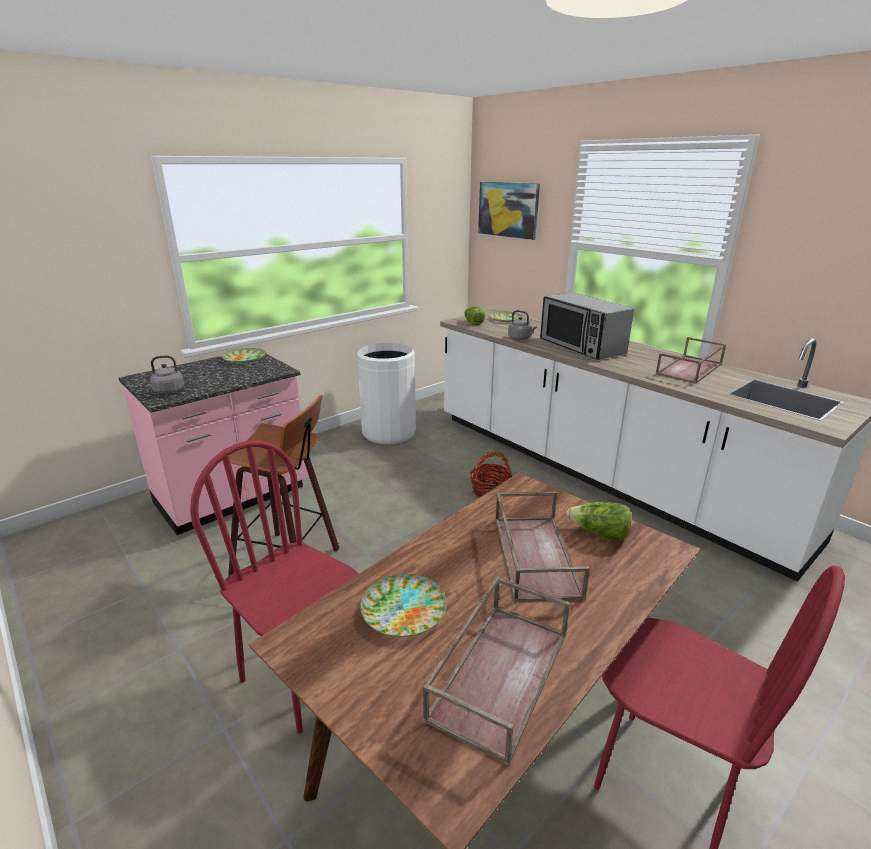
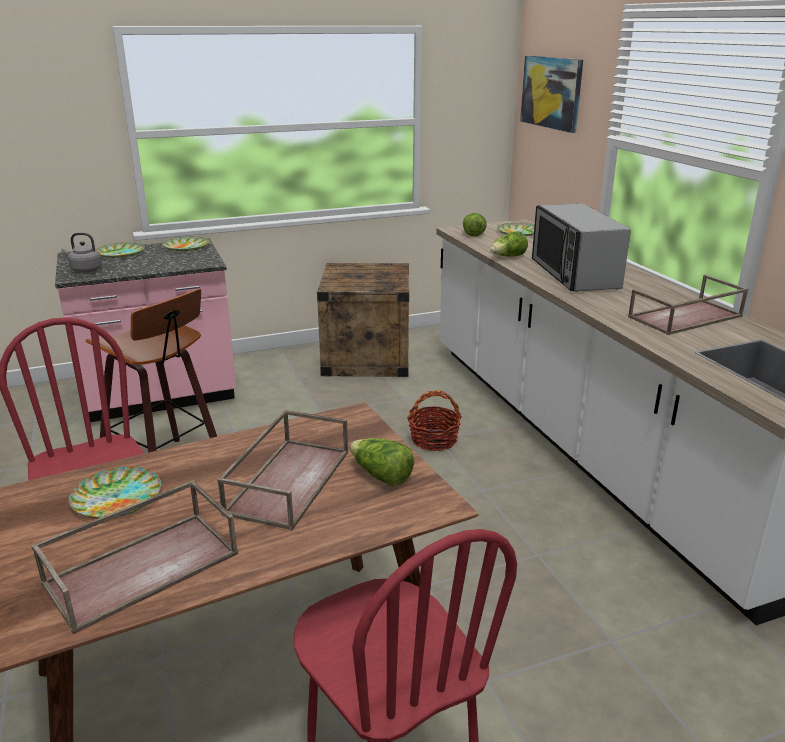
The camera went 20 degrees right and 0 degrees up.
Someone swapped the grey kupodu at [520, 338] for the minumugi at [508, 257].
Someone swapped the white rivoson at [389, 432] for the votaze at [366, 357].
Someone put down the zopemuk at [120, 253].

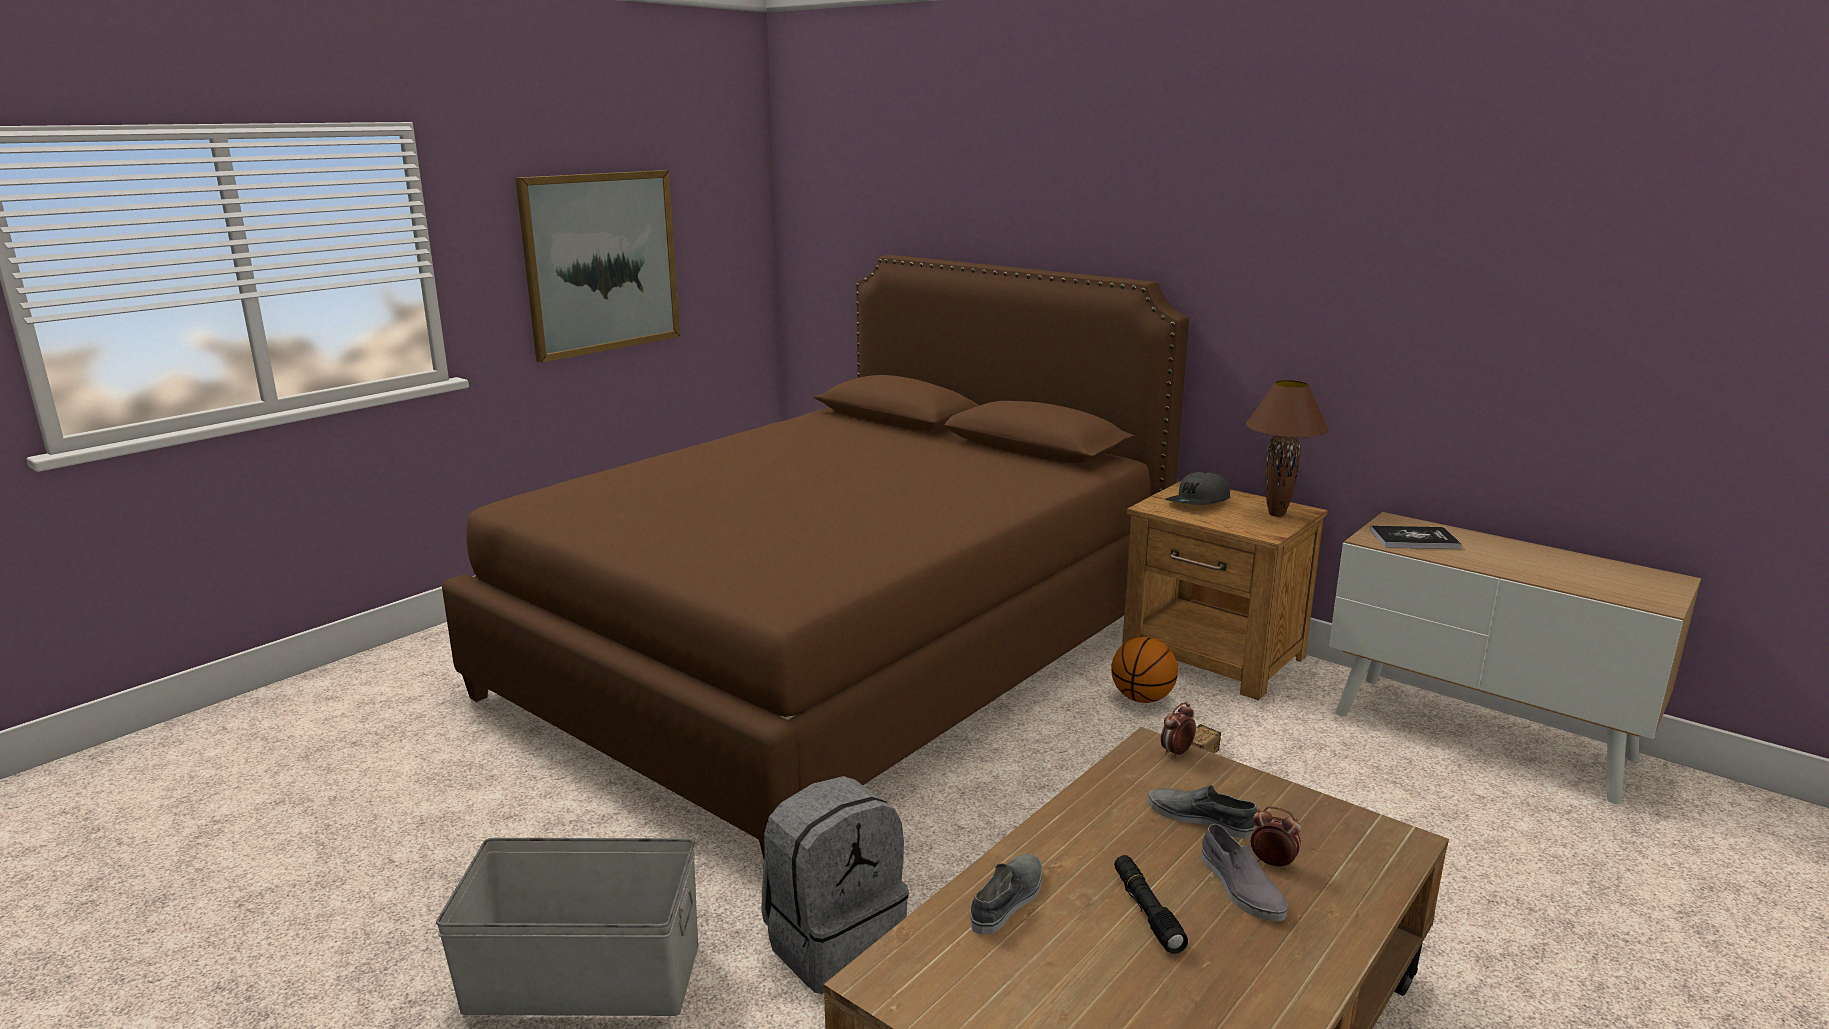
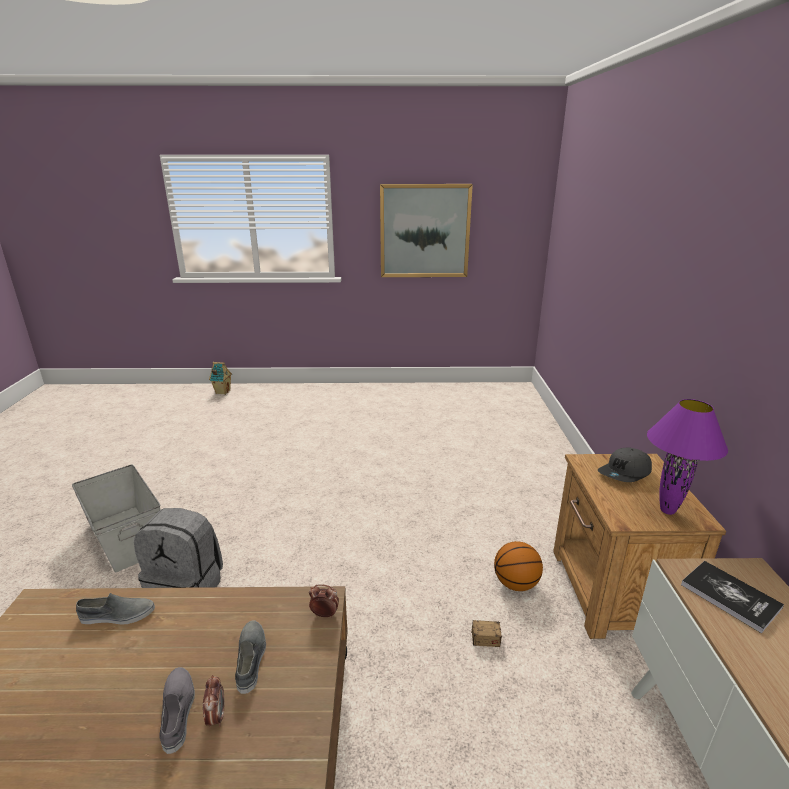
The camera went 50 degrees right and 5 degrees up.
Someone took away the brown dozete at [838, 653].
Someone repainted the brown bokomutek at [1277, 514], which became the purple bokomutek at [668, 511].
Someone rotated the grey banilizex at [1198, 502] by 45 degrees counterclockwise.
Someone rotated the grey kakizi at [1240, 887] by 135 degrees clockwise.
Someone took away the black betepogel at [1147, 911].
Someone put down the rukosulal at [222, 392].

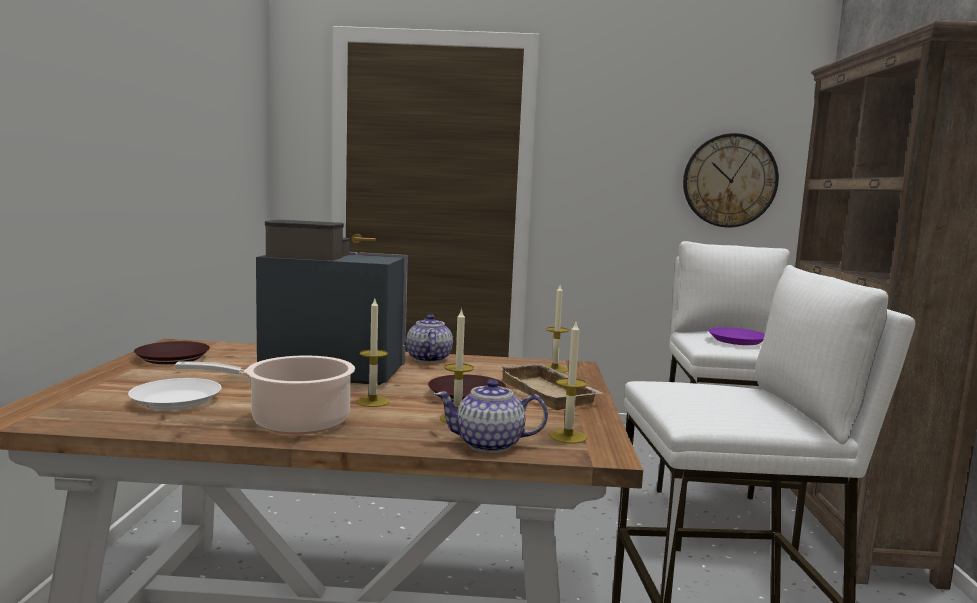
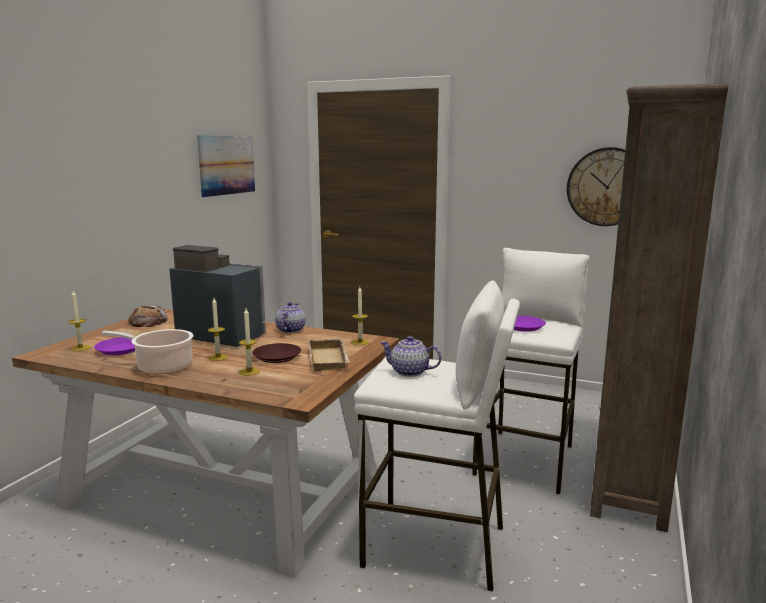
The camera went 20 degrees right and 5 degrees up.
Someone carried the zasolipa from [568, 436] to [80, 348].
Someone swapped the brown zopemuk at [173, 358] for the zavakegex at [148, 322].
Someone repainted the white zopemuk at [176, 401], which became the purple zopemuk at [120, 350].
Someone carried the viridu from [490, 444] to [410, 372].
Someone put up the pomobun at [227, 165].

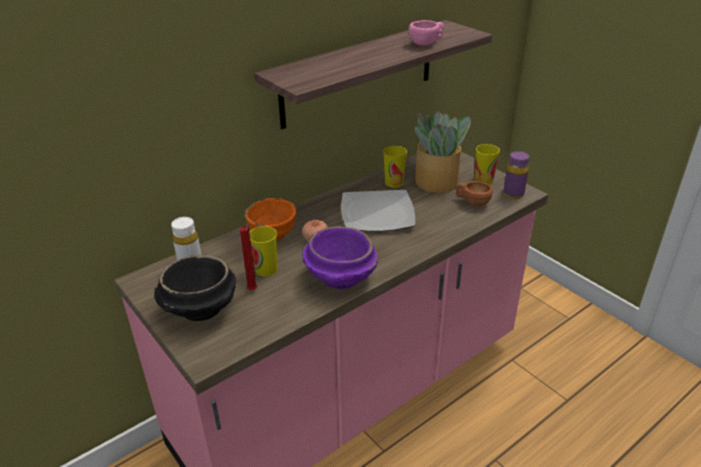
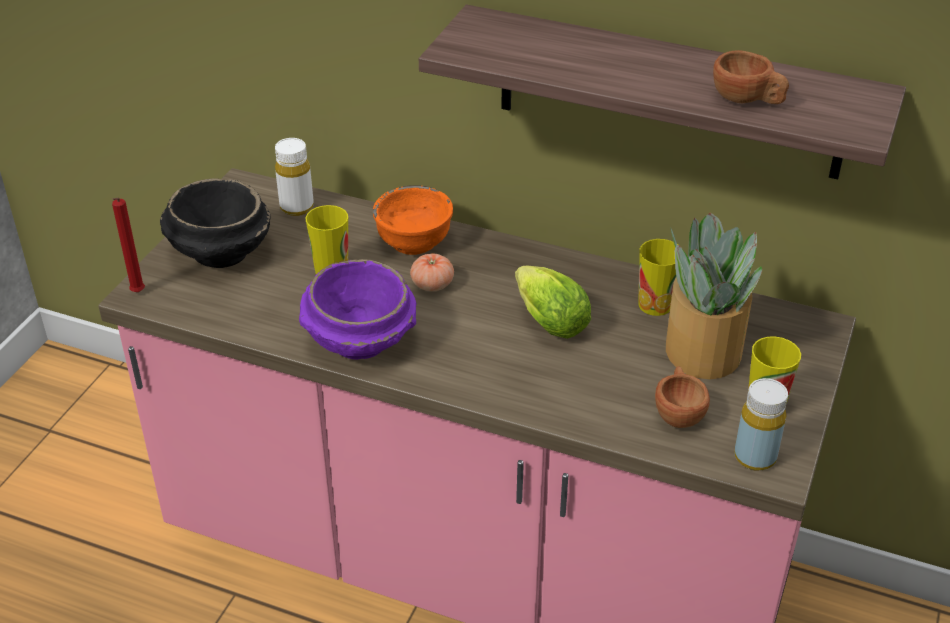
The camera went 60 degrees right and 5 degrees up.
Someone repainted the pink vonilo at [427, 43], which became the brown vonilo at [747, 100].
Someone repainted the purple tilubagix at [513, 194], which became the yellow tilubagix at [755, 457].
Someone swapped the zopemuk at [378, 214] for the minumugi at [547, 320].
Someone carried the red zasolipa from [253, 291] to [137, 293].

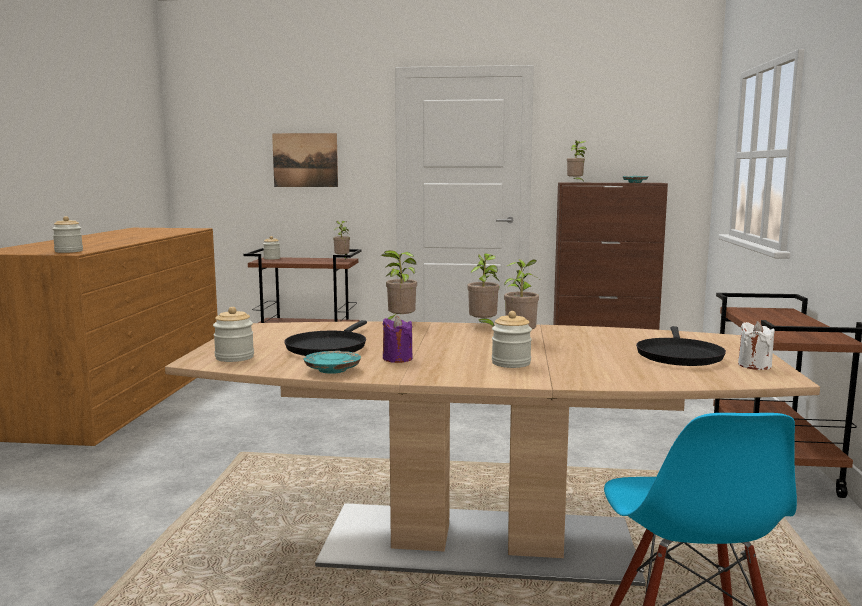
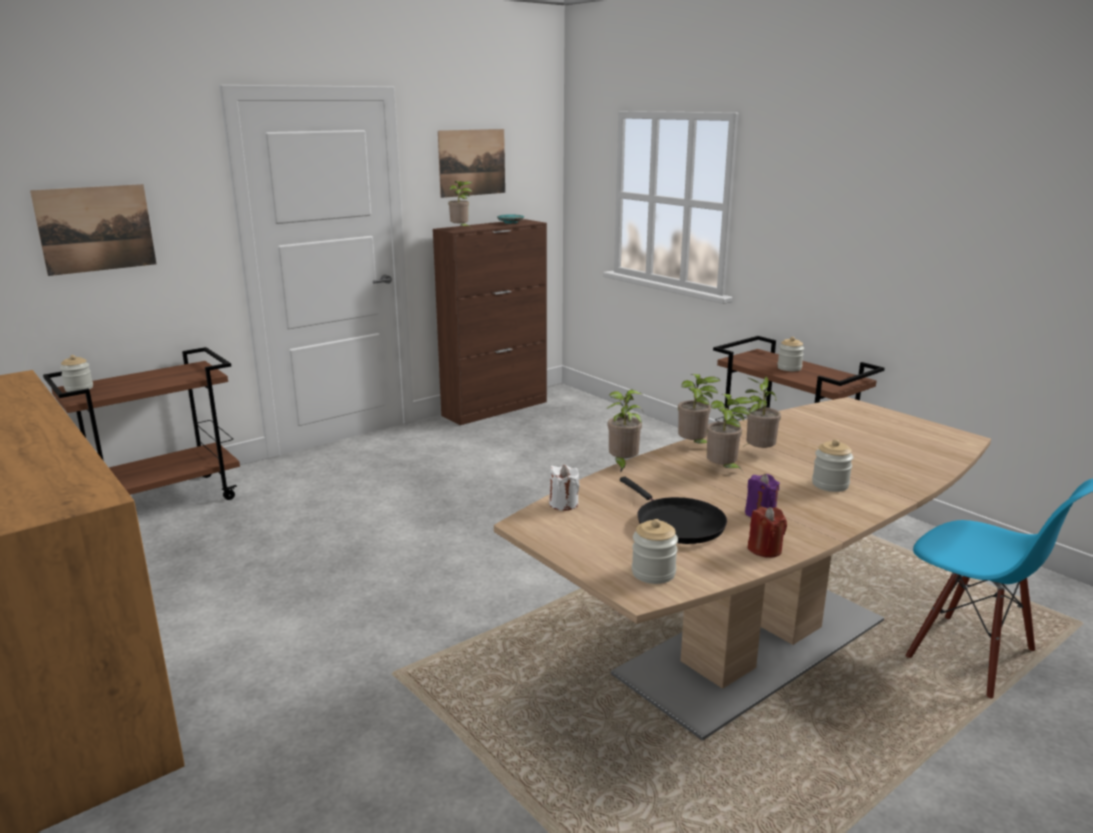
The camera went 45 degrees left and 10 degrees up.
Someone carried the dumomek from [68, 251] to [789, 368].
Someone carried the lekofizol from [342, 259] to [723, 471].
Someone carried the white zasolipa from [754, 365] to [563, 504].
Someone took away the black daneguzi at [678, 355].
Someone swapped the turquoise zopemuk at [332, 370] for the red zasolipa at [765, 549].
Someone put up the pomobun at [472, 162].

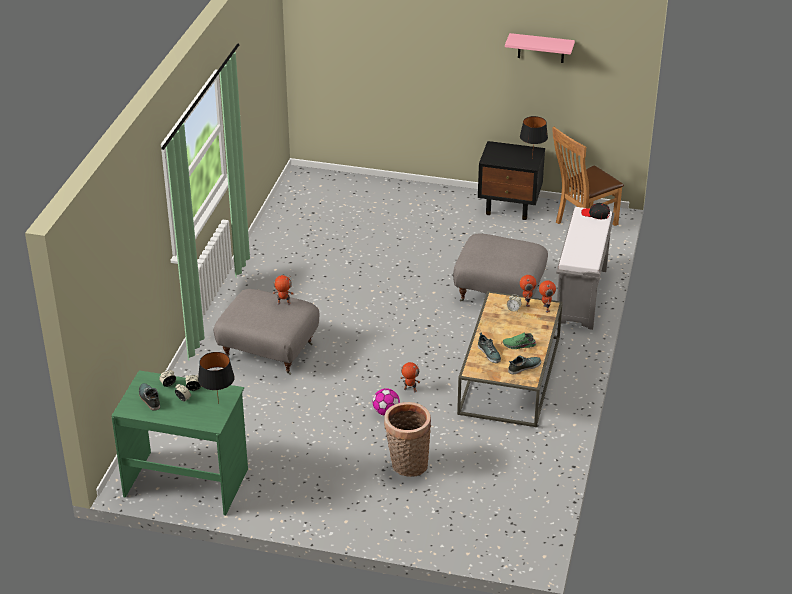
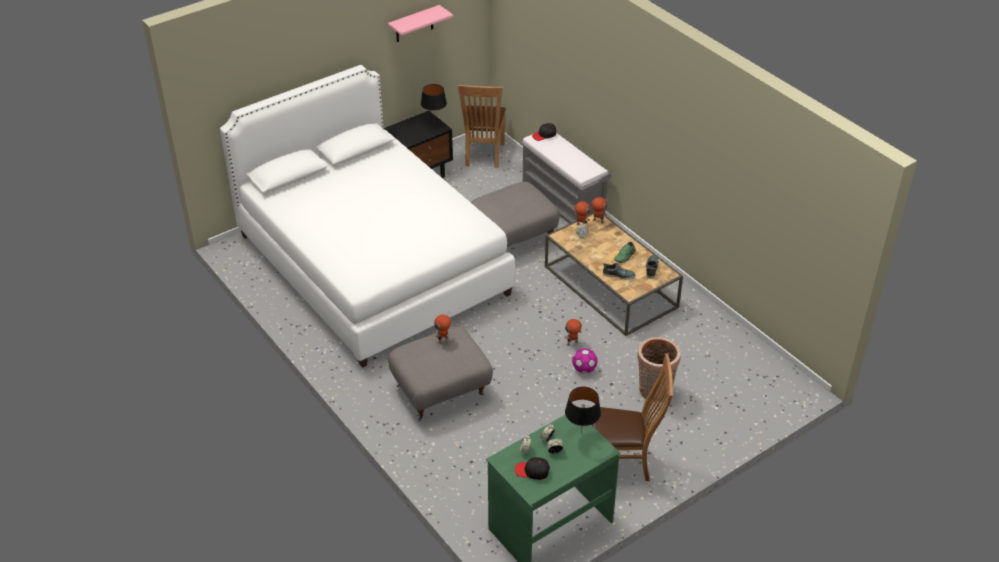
The camera went 50 degrees left and 5 degrees up.
Someone swapped the kakizi at [149, 399] for the black banilizex at [532, 471].
Someone put down the white dozete at [372, 264].
Someone put down the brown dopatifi at [624, 464].

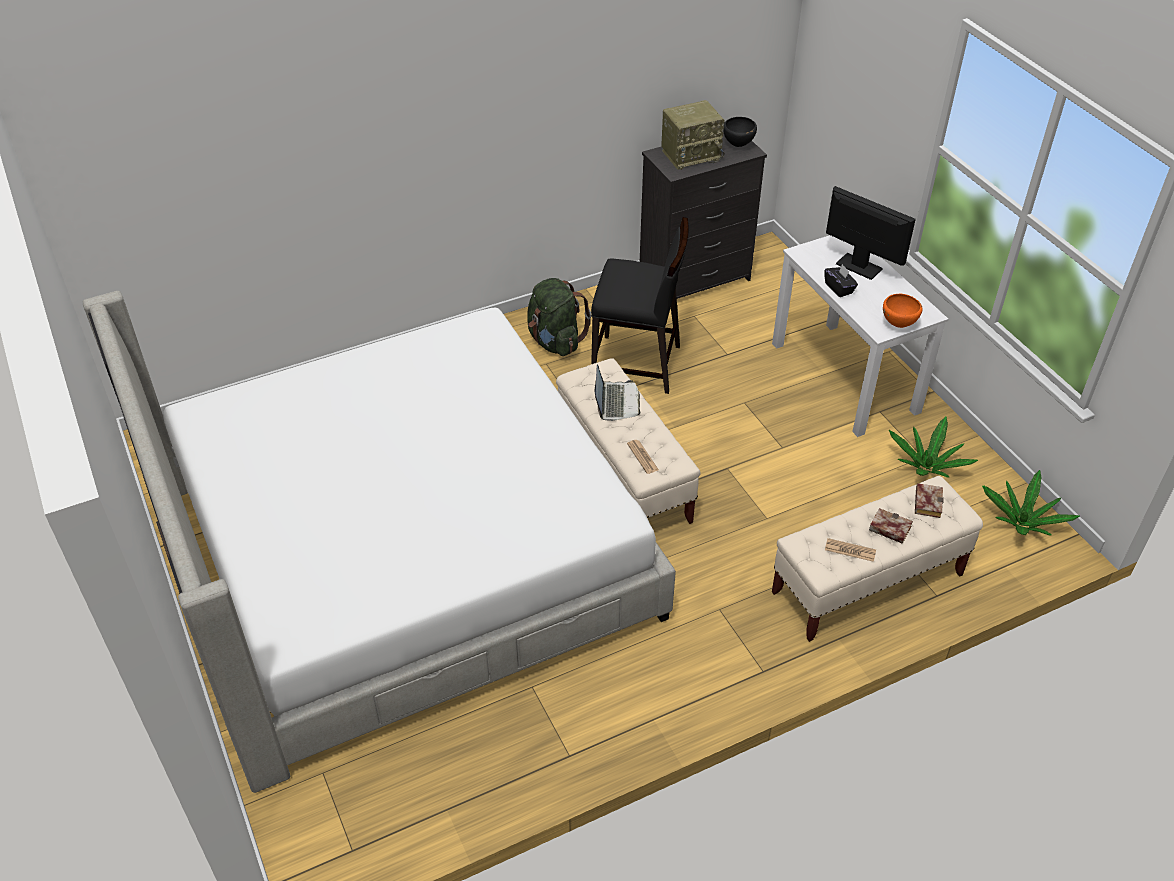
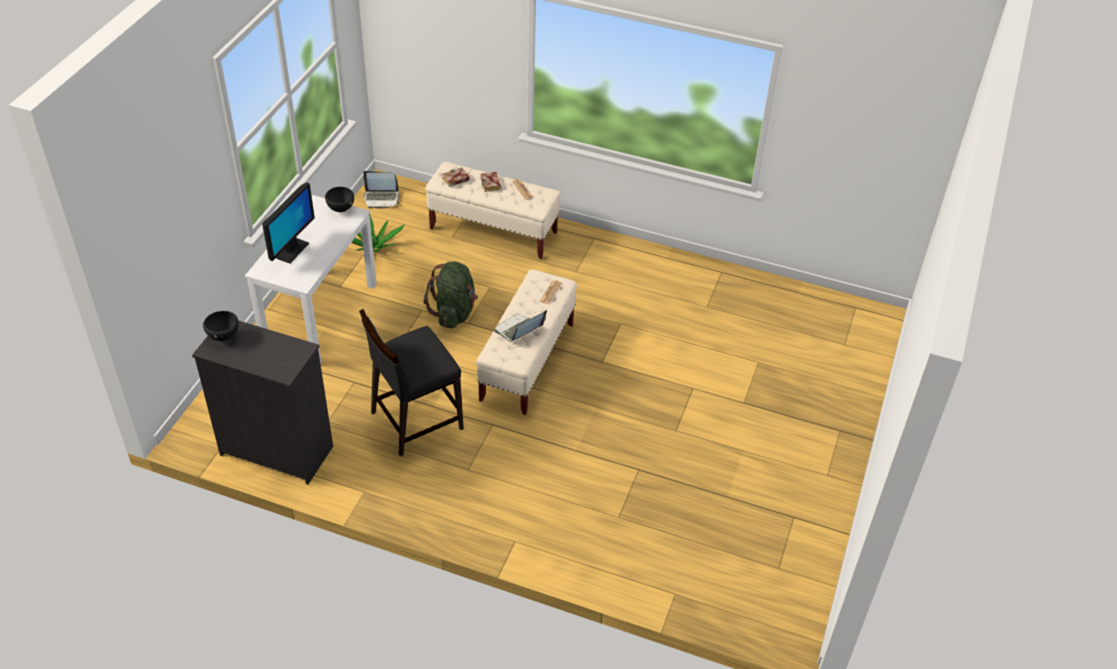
The camera went 135 degrees left and 0 degrees up.
Someone took away the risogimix at [691, 154].
Someone rotated the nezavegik at [859, 267] by 150 degrees counterclockwise.
Someone rotated the black dopatifi at [637, 364] by 90 degrees counterclockwise.
Someone took away the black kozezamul at [839, 288].
Someone carried the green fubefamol from [555, 341] to [454, 313].
Someone took away the dozete at [401, 557].
Someone repainted the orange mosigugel at [899, 324], which became the black mosigugel at [340, 210].
Someone swapped the lekofizol at [1022, 523] for the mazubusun at [381, 198].

